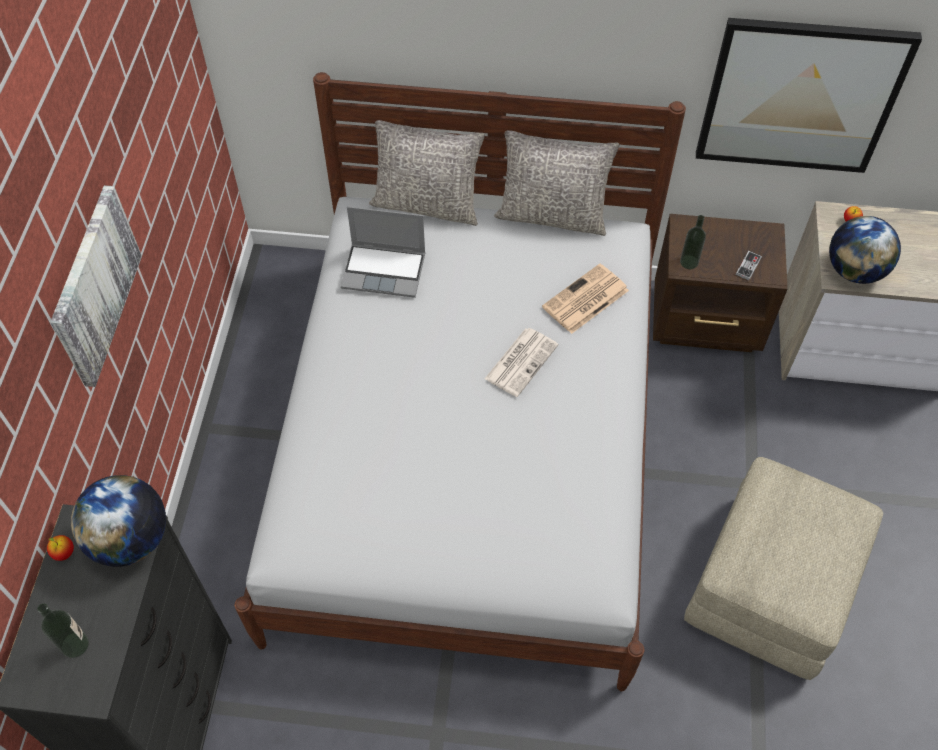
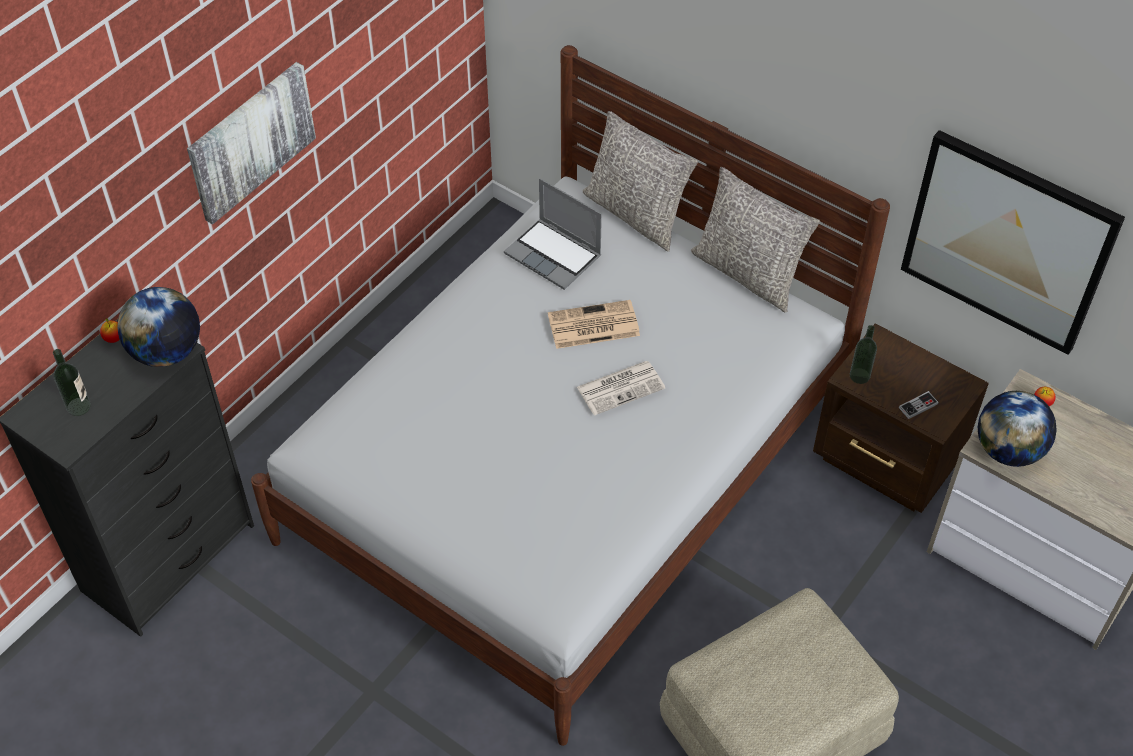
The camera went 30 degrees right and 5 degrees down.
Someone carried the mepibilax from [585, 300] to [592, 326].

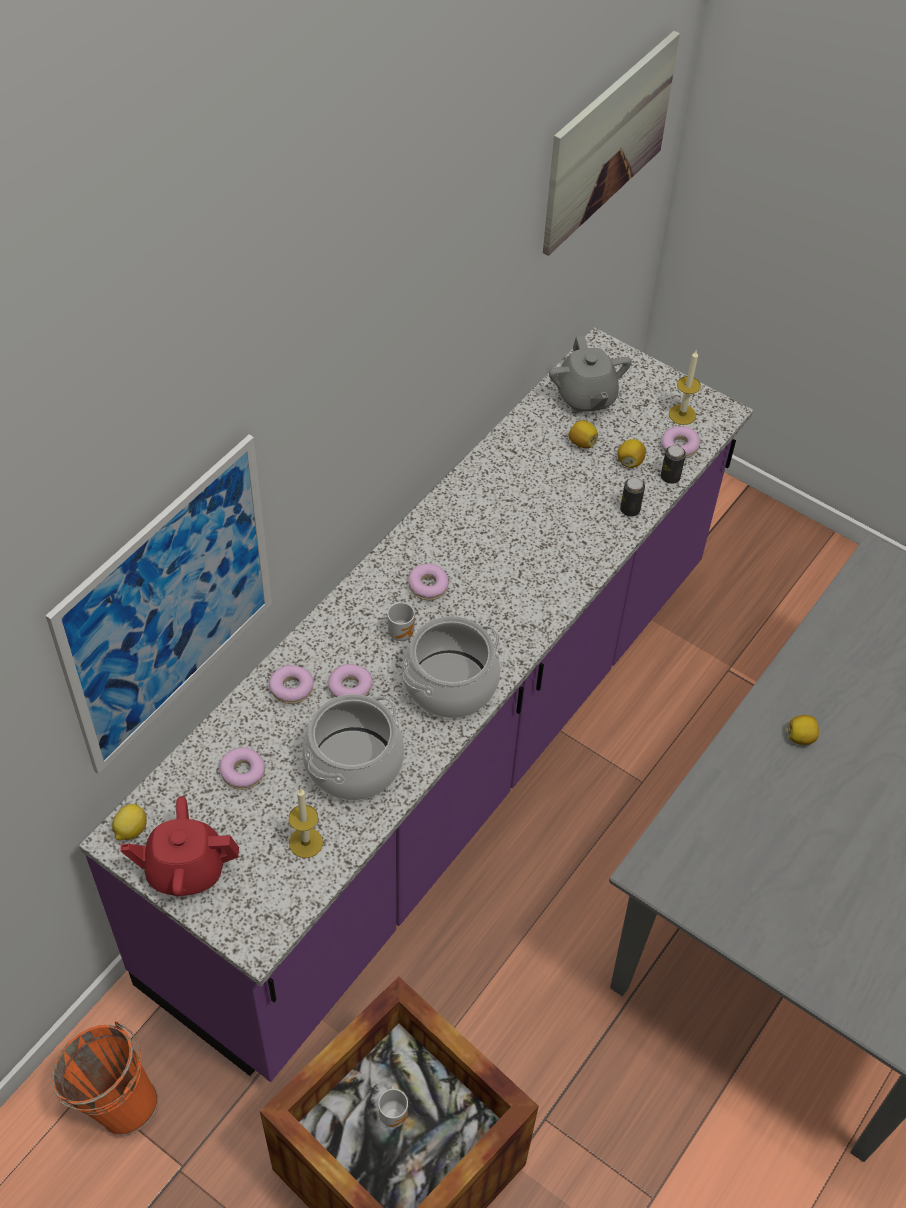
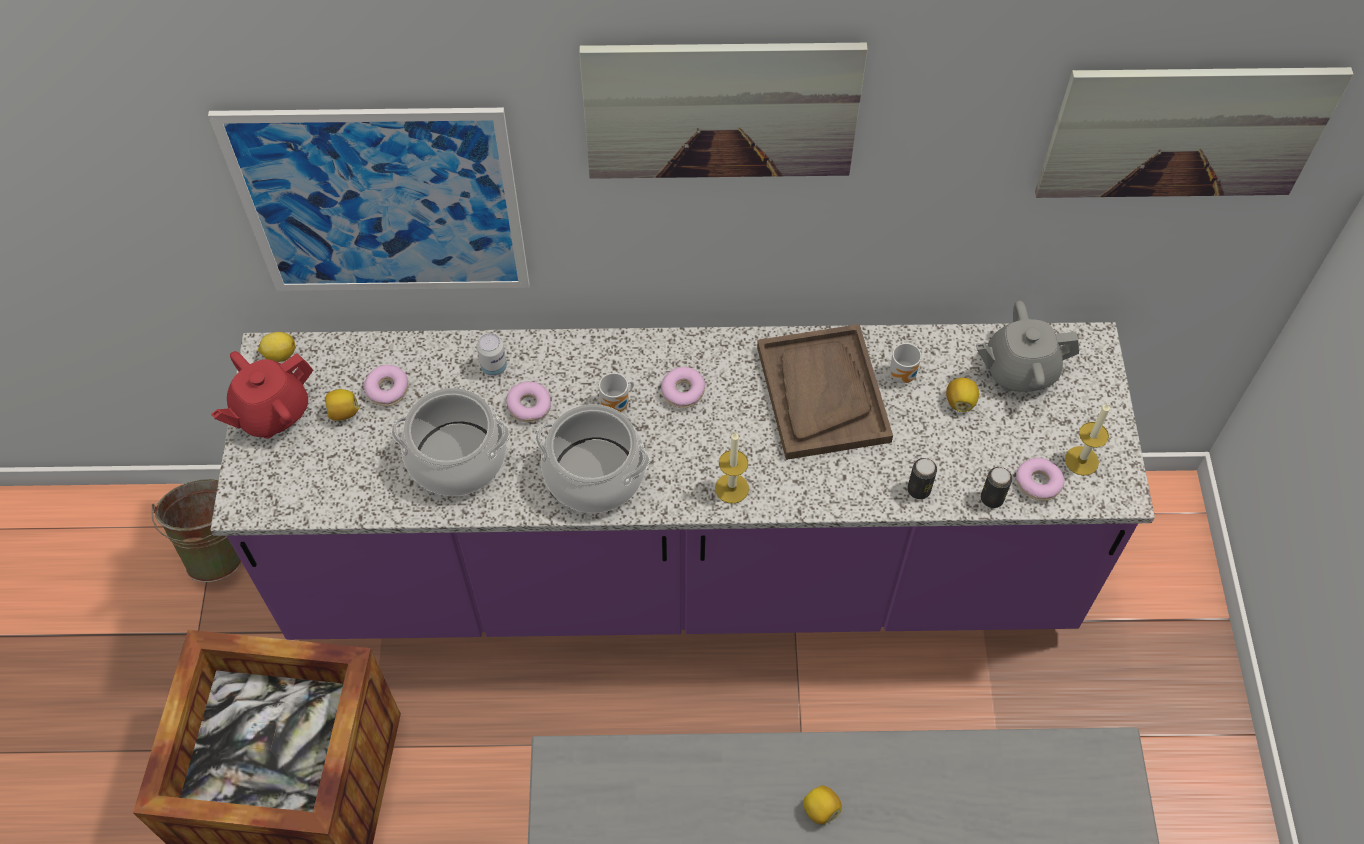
The camera went 55 degrees right and 5 degrees up.
Someone rotated the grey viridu at [586, 397] by 45 degrees clockwise.
Someone carried the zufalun from [630, 461] to [343, 412].
Someone swapped the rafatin at [291, 688] for the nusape at [494, 367].
Someone carried the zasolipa from [305, 842] to [731, 488].
Someone rotated the red viridu at [185, 869] by 90 degrees counterclockwise.
Someone repainted the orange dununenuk at [113, 1098], which became the green dununenuk at [218, 549].
Someone carried the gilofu from [394, 1113] to [904, 375].
Someone put up the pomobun at [721, 110].
Someone put down the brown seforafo at [822, 393].

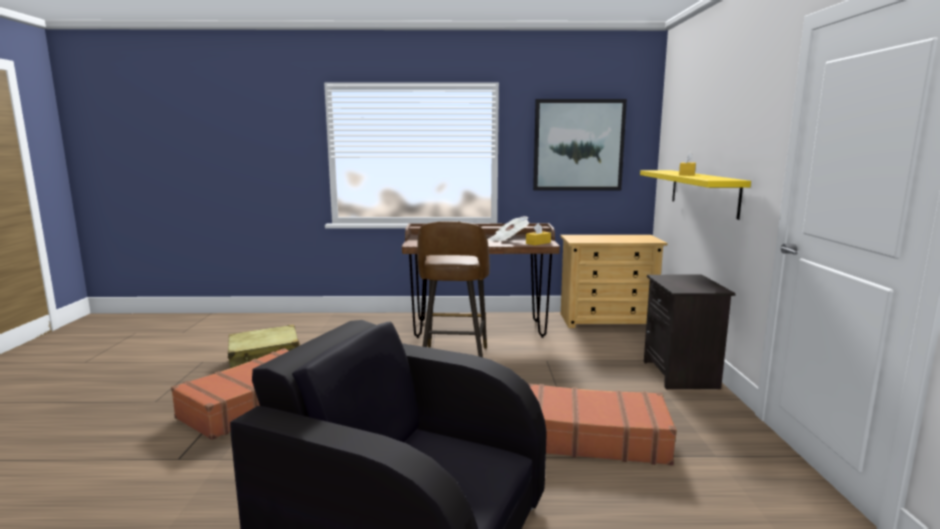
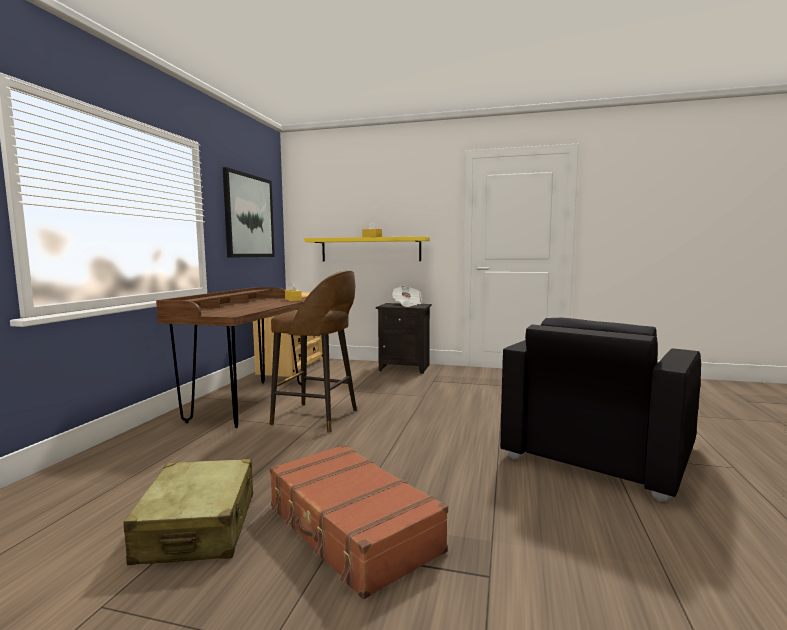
The camera went 75 degrees left and 5 degrees down.
Someone carried the mepibilax from [508, 240] to [407, 305].
Someone took away the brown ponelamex at [592, 438].

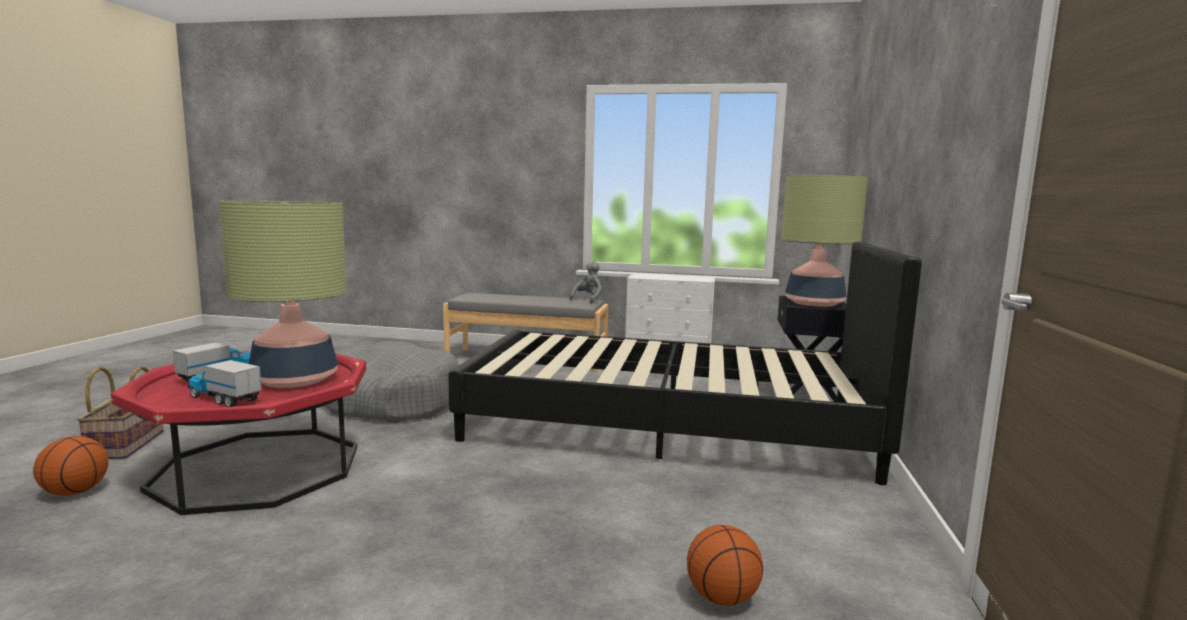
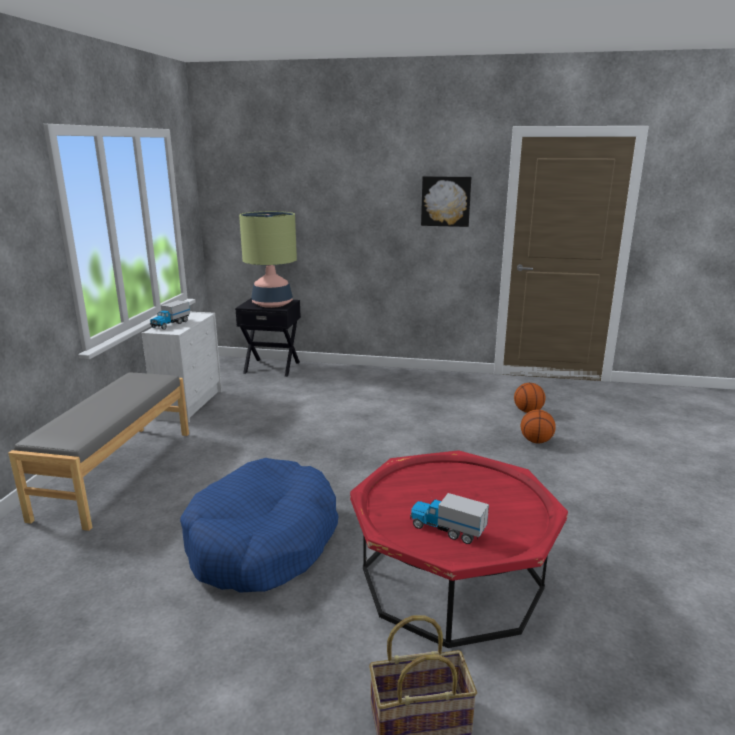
The camera went 90 degrees left and 10 degrees up.
Someone took away the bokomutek at [294, 379].
Someone took away the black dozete at [666, 426].
Someone took away the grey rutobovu at [588, 300].
Someone repainted the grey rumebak at [390, 401], which became the blue rumebak at [263, 542].
Someone carried the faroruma from [224, 399] to [170, 324].
Someone carried the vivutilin from [75, 492] to [536, 441].
Someone put up the pomobun at [446, 201].

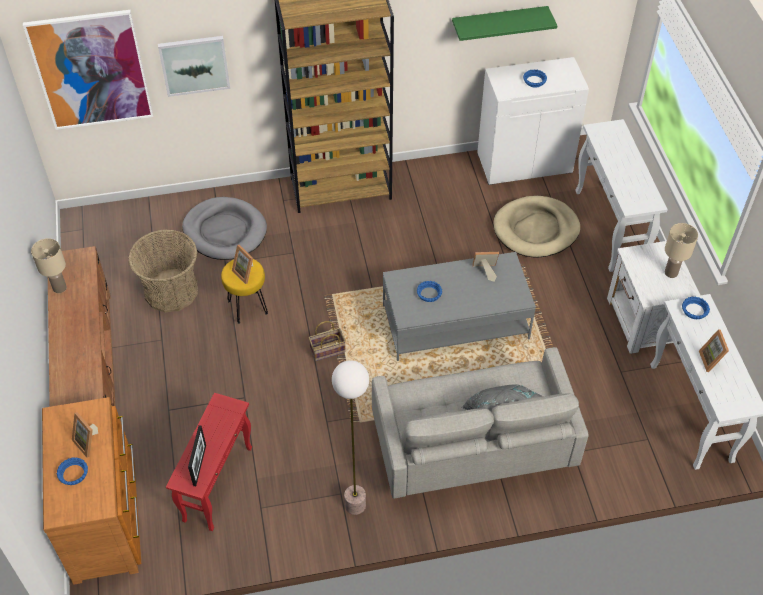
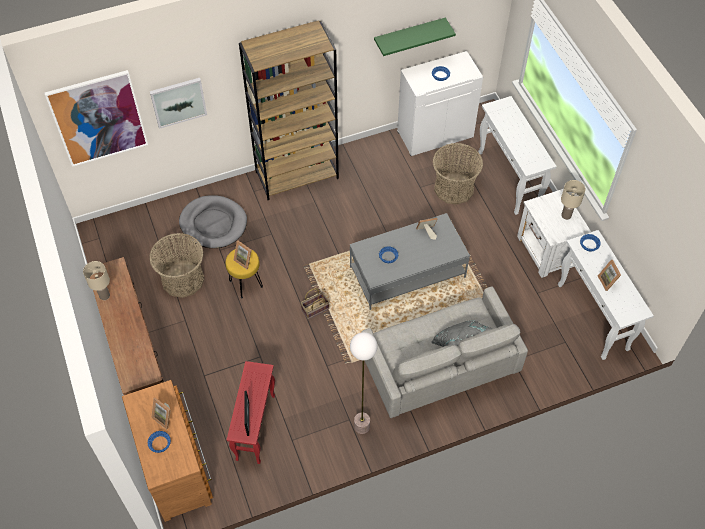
The camera went 10 degrees left and 5 degrees up.
Someone swapped the beige rumebak at [536, 229] for the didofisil at [454, 188].

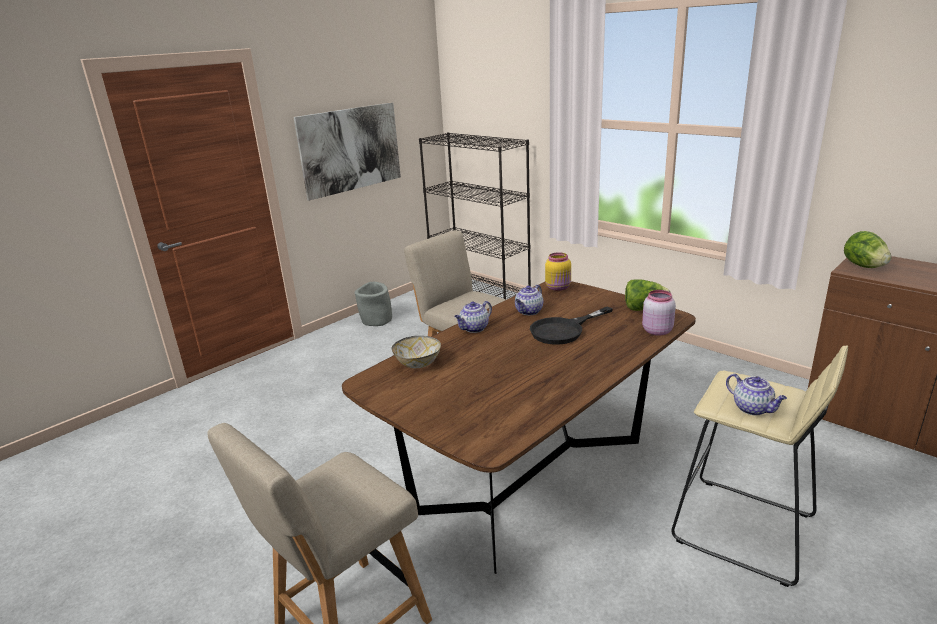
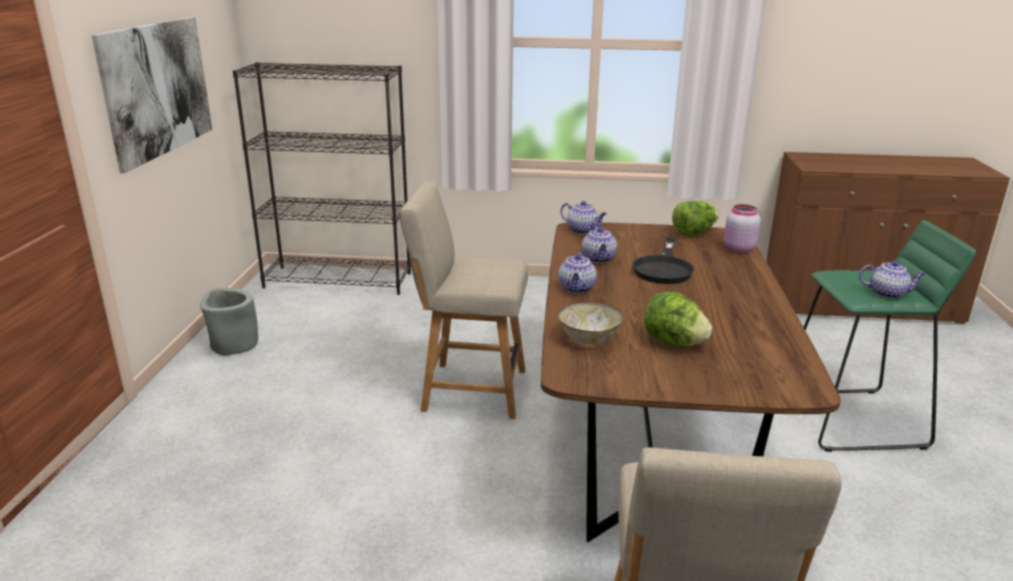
The camera went 40 degrees left and 0 degrees up.
Someone carried the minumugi from [863, 266] to [673, 343].
Someone swapped the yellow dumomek at [558, 288] for the viridu at [583, 230].
Someone repainted the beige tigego at [744, 530], which became the green tigego at [853, 420].

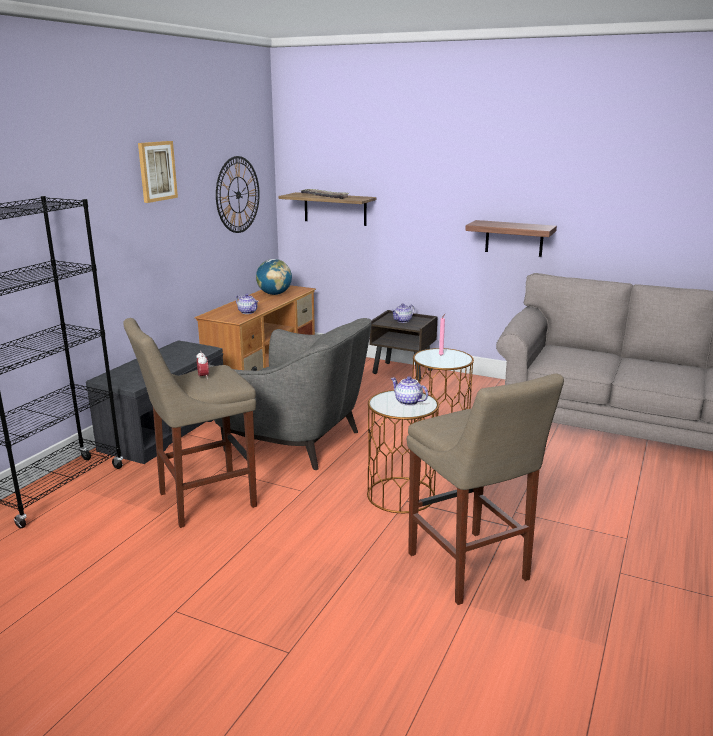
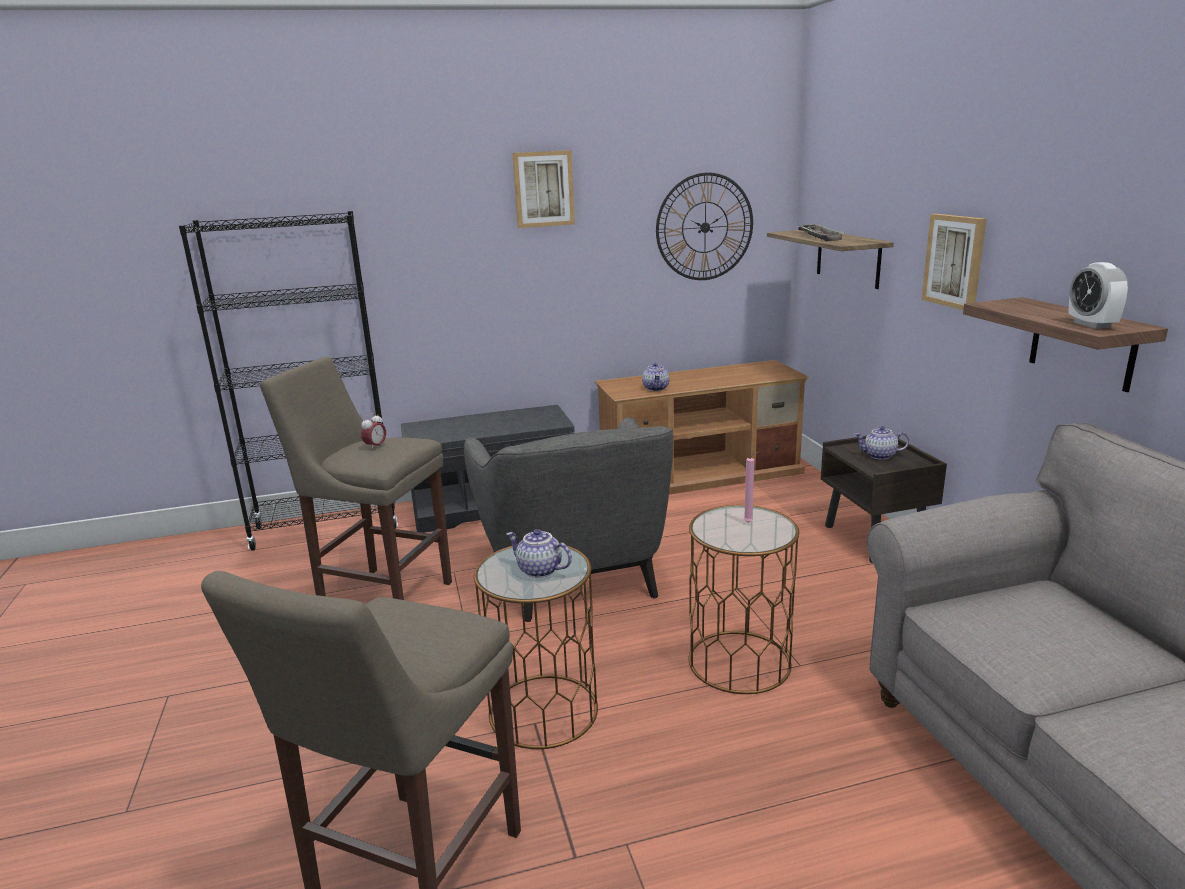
The camera went 50 degrees right and 0 degrees up.
Someone took away the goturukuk at [274, 294].
Someone rotated the viridu at [407, 402] by 60 degrees counterclockwise.
Someone put up the pomobun at [954, 261].
Someone put down the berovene at [1092, 324].

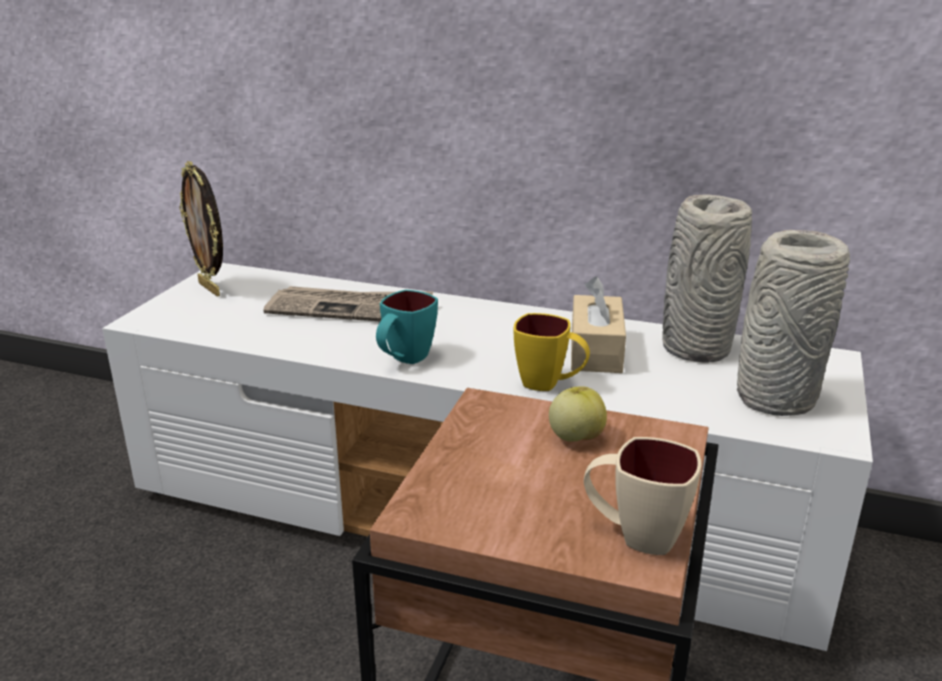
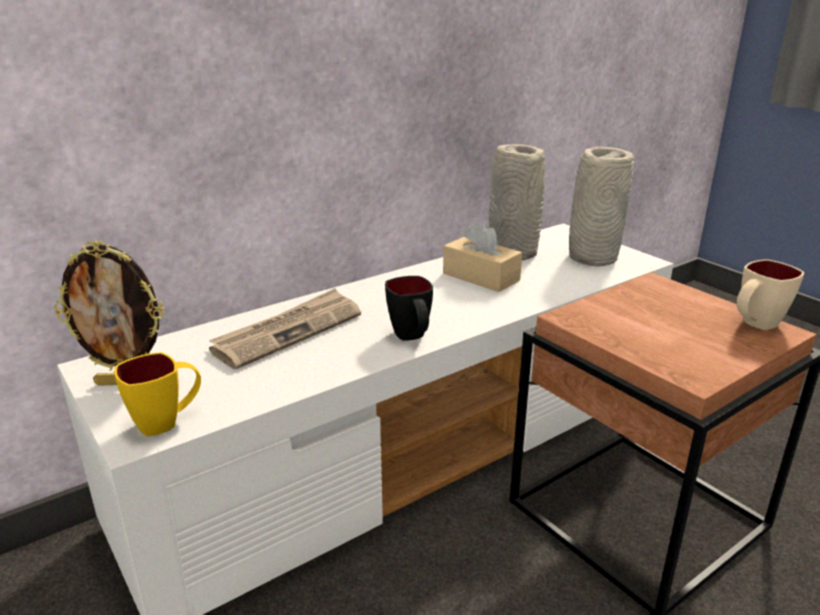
The camera went 55 degrees left and 0 degrees up.
Someone repainted the turquoise gilofu at [404, 360], which became the black gilofu at [412, 338].
Someone carried the yellow gilofu from [550, 385] to [167, 421].
Someone took away the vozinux at [575, 437].

